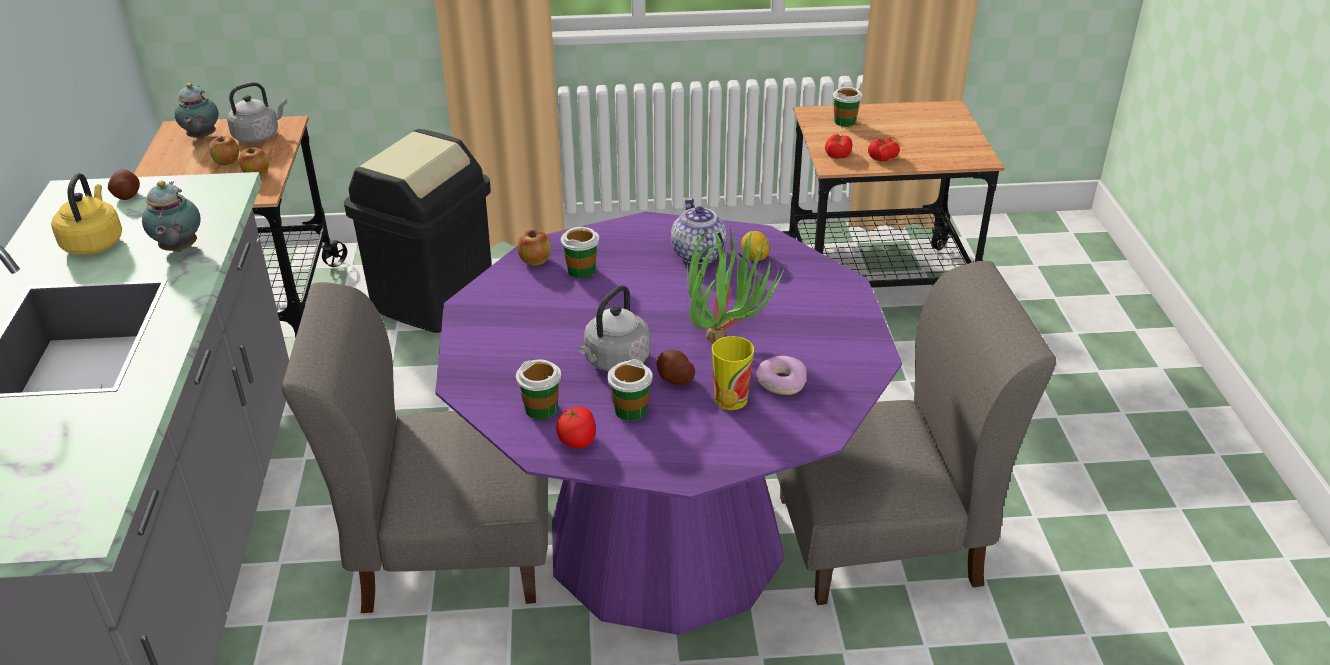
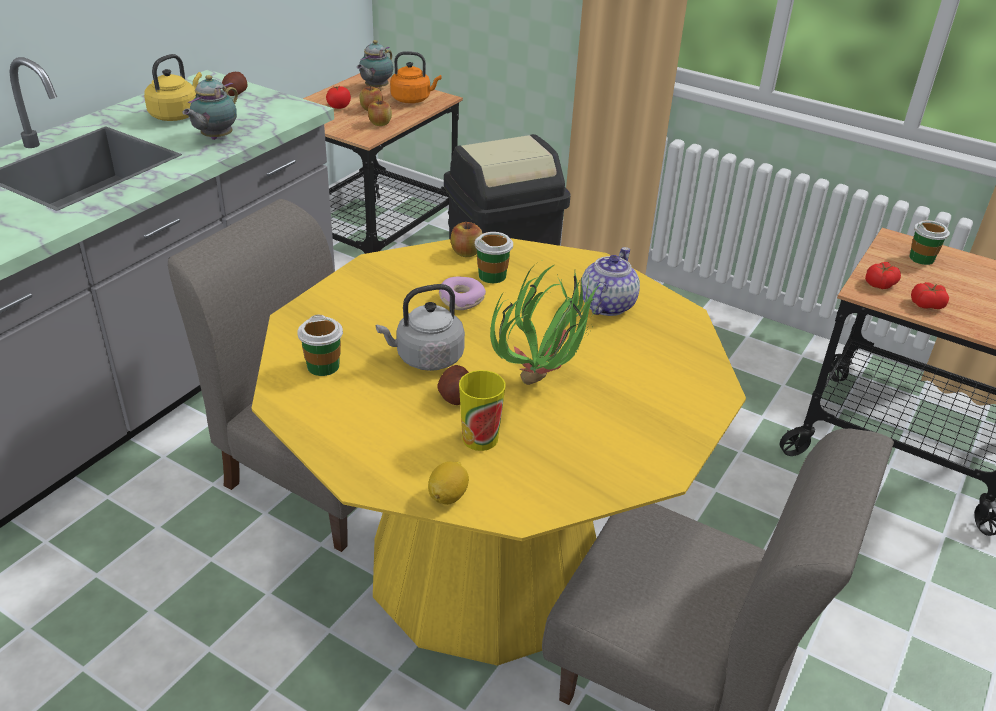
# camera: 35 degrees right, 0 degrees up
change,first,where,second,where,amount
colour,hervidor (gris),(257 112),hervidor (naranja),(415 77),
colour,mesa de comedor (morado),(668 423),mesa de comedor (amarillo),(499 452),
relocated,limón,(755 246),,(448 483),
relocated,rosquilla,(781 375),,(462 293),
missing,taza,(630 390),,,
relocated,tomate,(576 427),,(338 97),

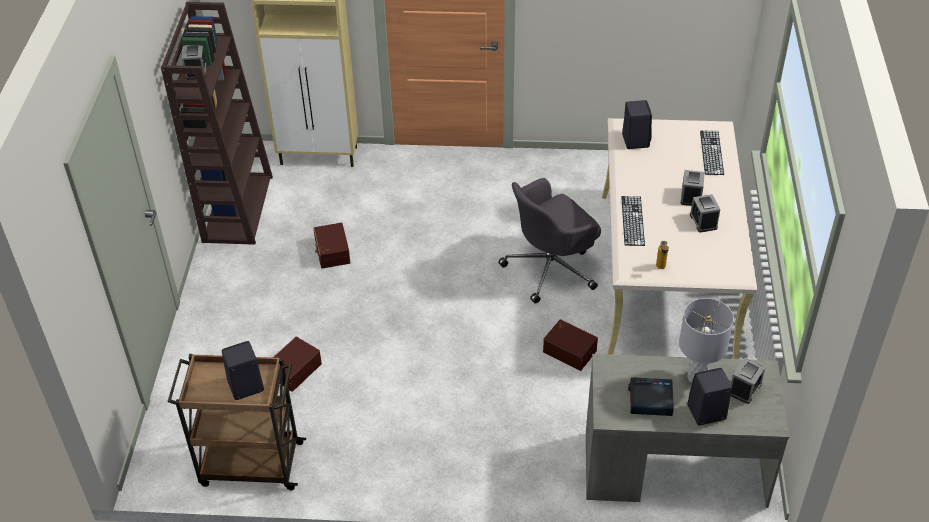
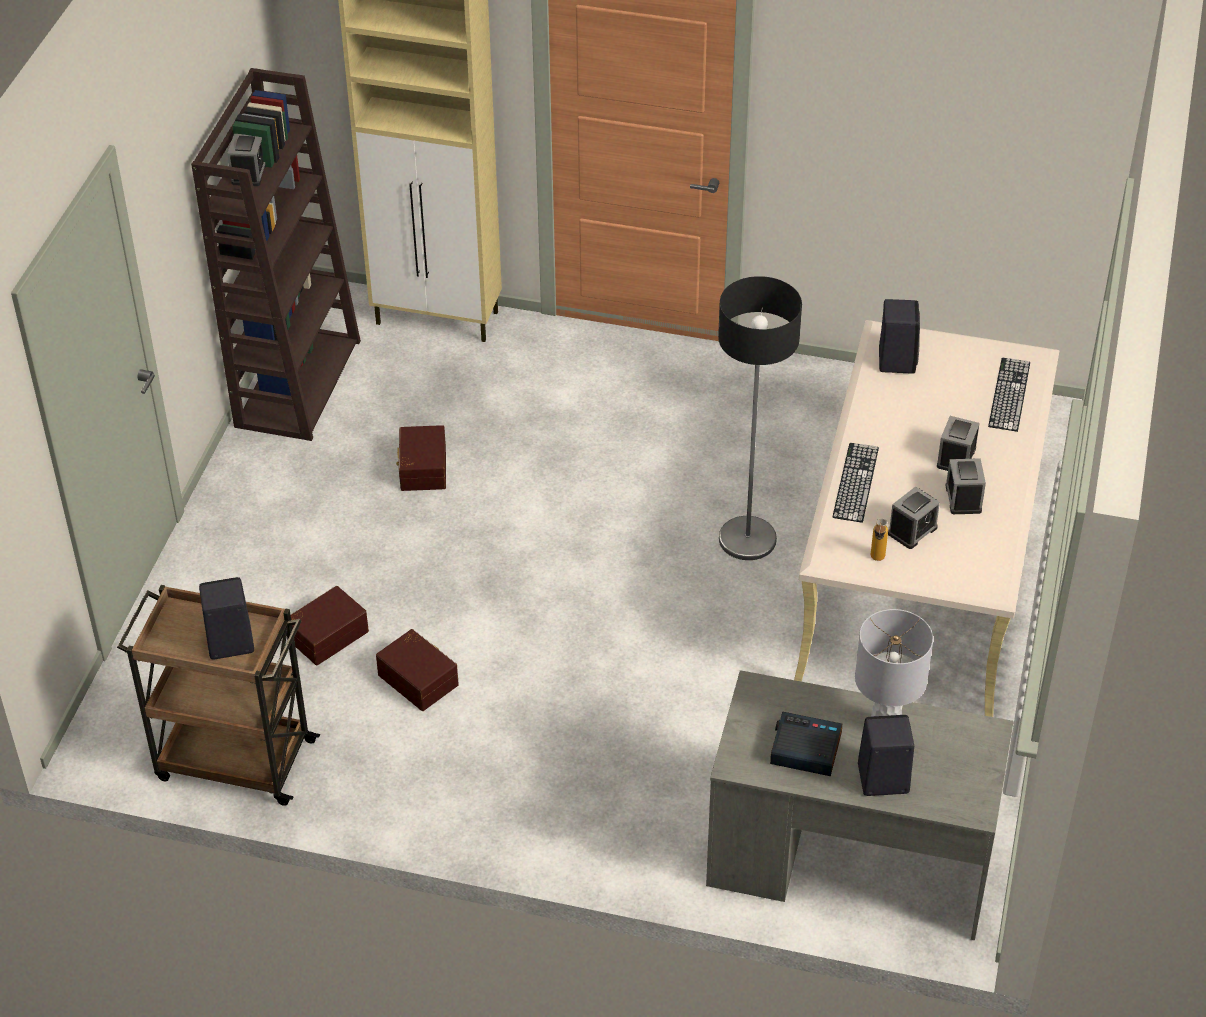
# camera: 10 degrees right, 0 degrees up
change,first,where,second,where,amount
exchanged,silla de oficina (gris),(549 241),lámpara de pie,(760 418),
relocated,caja de almacenaje (marrón),(570 345),,(417 670),
relocated,despertador,(748 381),,(914 518),

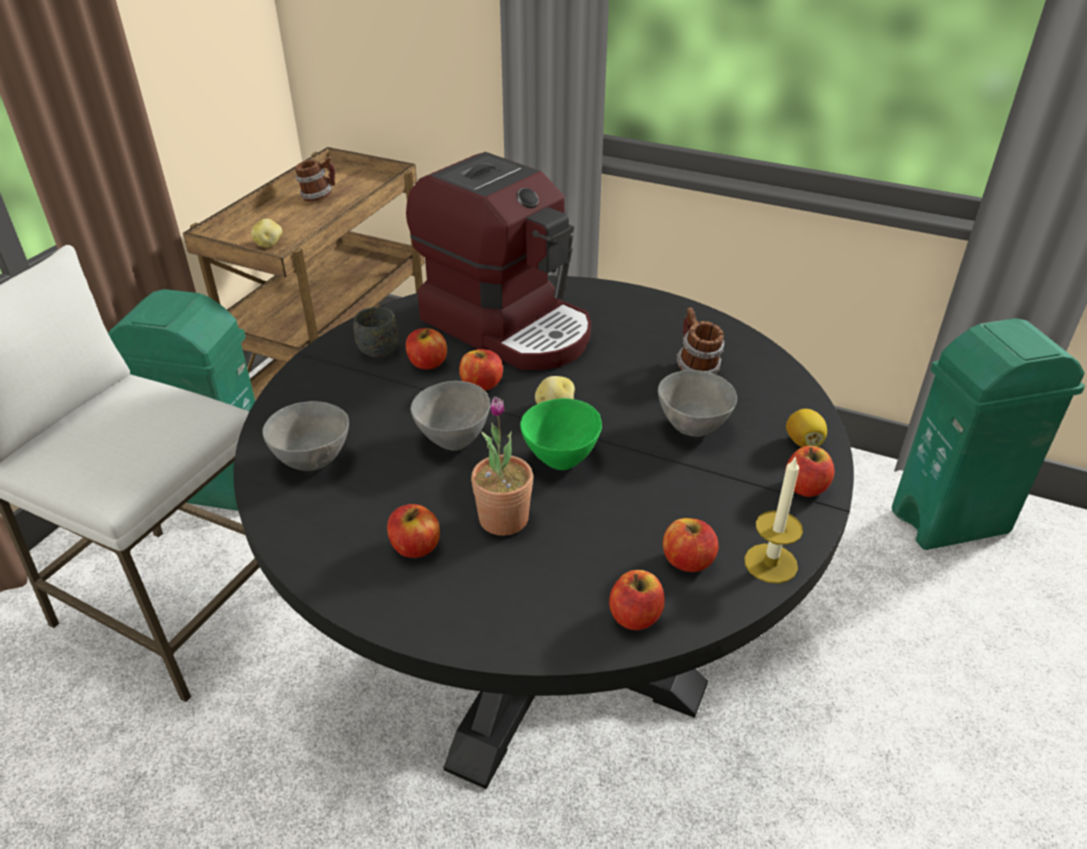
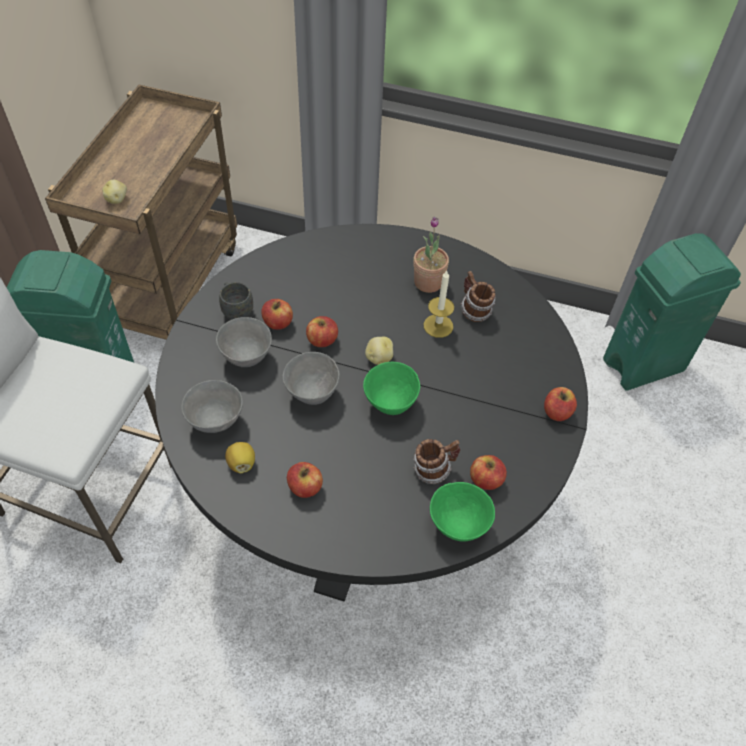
# camera: 10 degrees left, 15 degrees up
change,first,where,second,where,amount
missing,cafetera,(498 261),,,
relocated,taza grande,(315 179),,(436 461),
relocated,cuenco (gris),(697 403),,(244 342),
relocated,planta en maceta,(502 466),,(431 254),
relocated,limón,(806 428),,(240 457),
relocated,vela,(773 519),,(439 304),
exchanged,manzana,(637 600),cuenco (verde),(462 512),

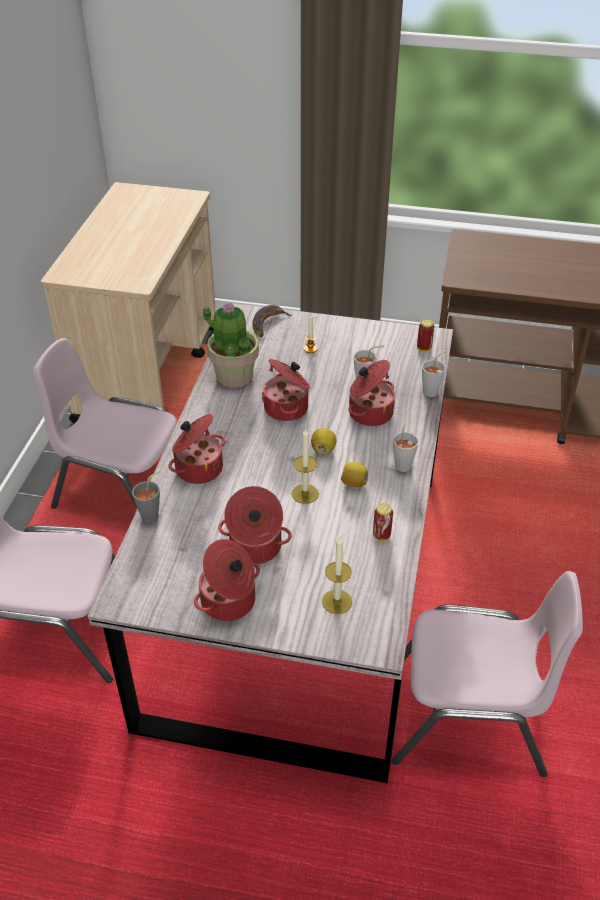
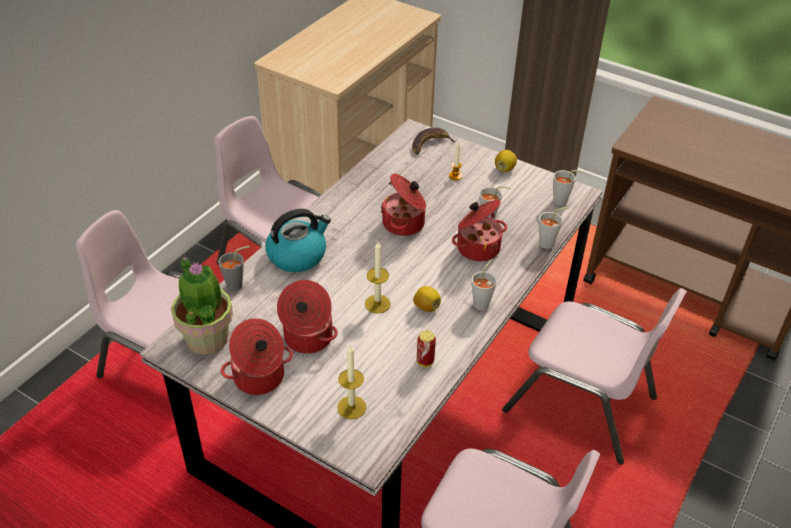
# camera: 20 degrees right, 0 degrees up
change,first,where,second,where,amount
relocated,planta en maceta,(231 345),,(202 306),
exchanged,lata,(425 335),taza (gris),(569 188),
exchanged,olla,(197 449),hervidor,(298 240),
relocated,limón,(324 441),,(506 161),
appeared,,,silla (rosa),(594 376),

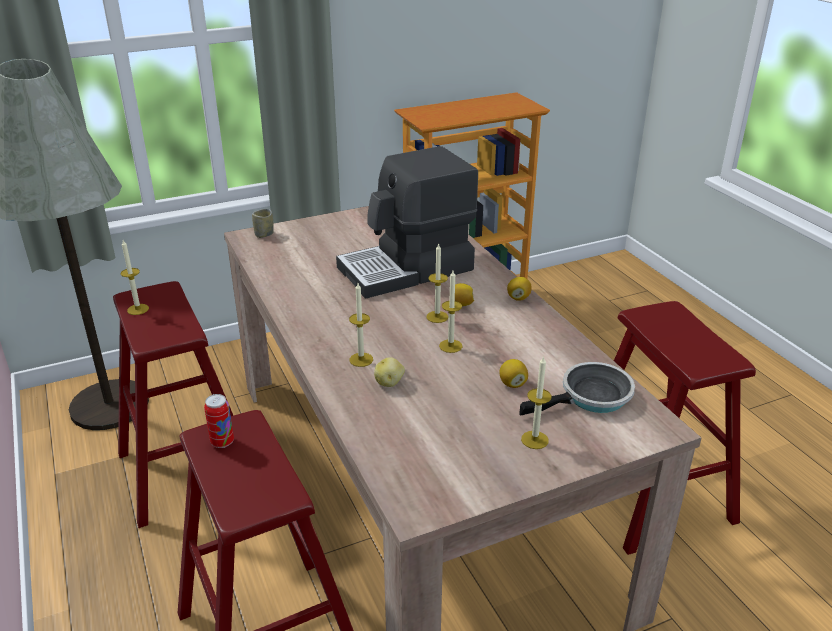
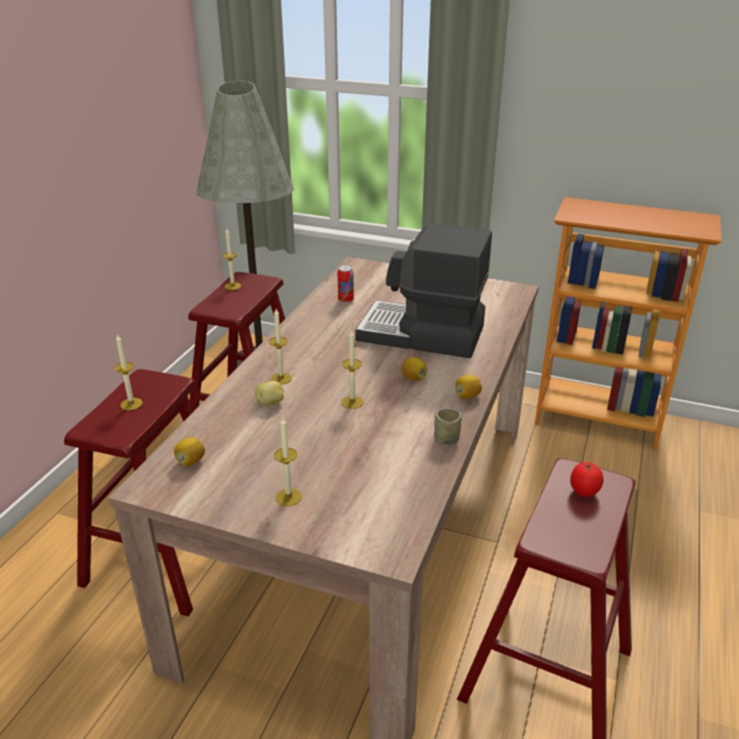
# camera: 45 degrees right, 0 degrees up
change,first,where,second,where,amount
relocated,taza,(263 223),,(448 427),
relocated,vela,(437 283),,(128 372),
relocated,limón,(513 373),,(189 452),
missing,sartén,(577 389),,,
relocated,lata,(219 421),,(346 284),
appeared,,,tomate,(587 479),

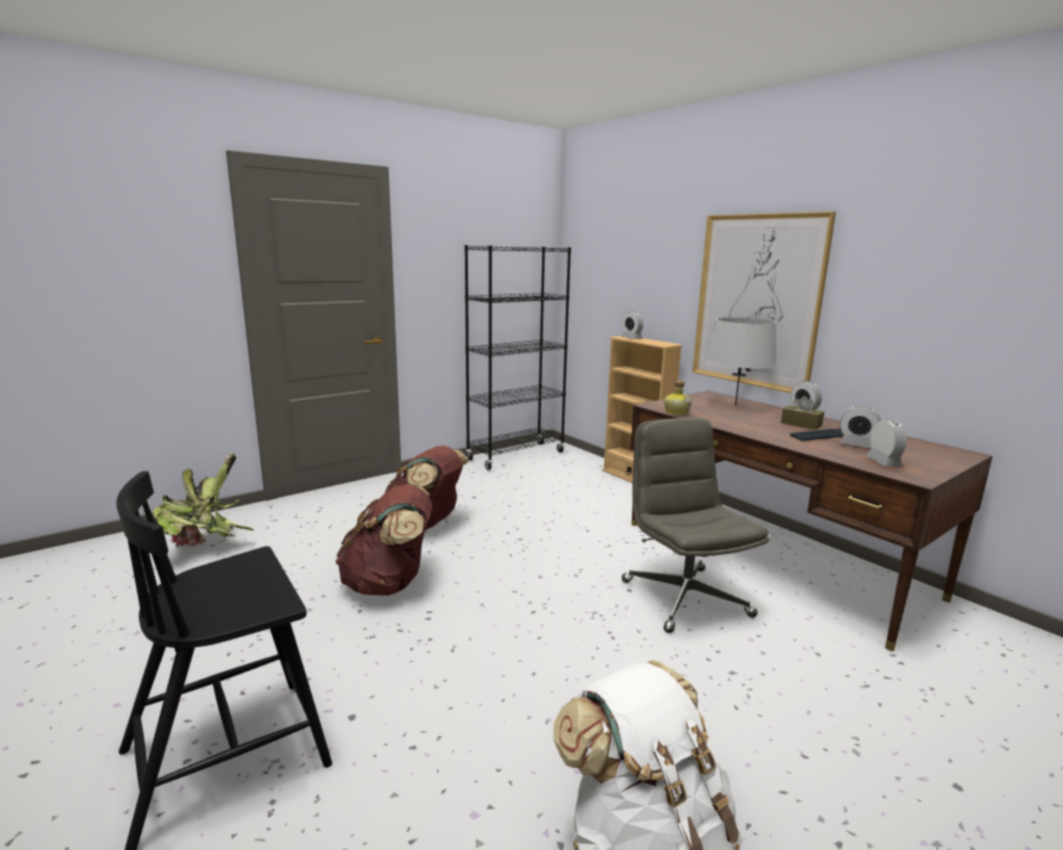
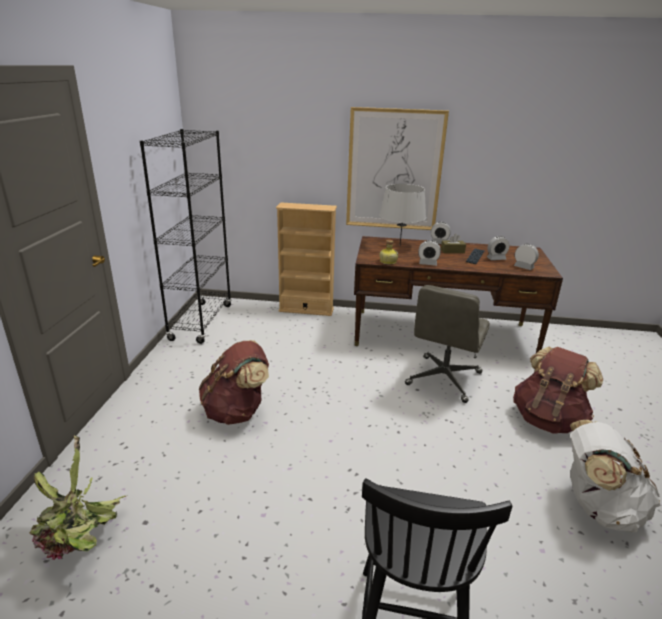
# camera: 45 degrees left, 10 degrees up
change,first,where,second,where,amount
relocated,despertador,(632 325),,(429 253),
spun,silla de oficina (gris),(695 525),,(447 344),90 degrees counterclockwise
relocated,mochila (marrón),(383 540),,(558 390),

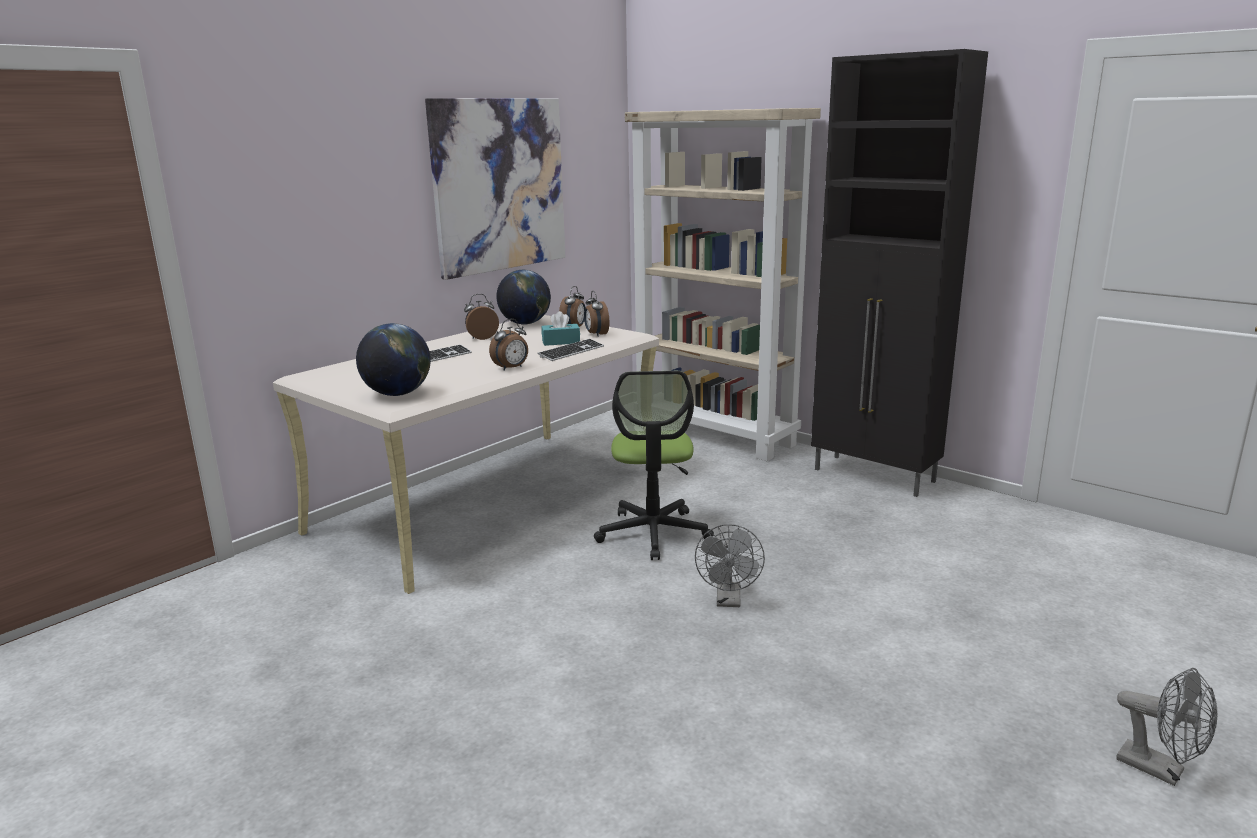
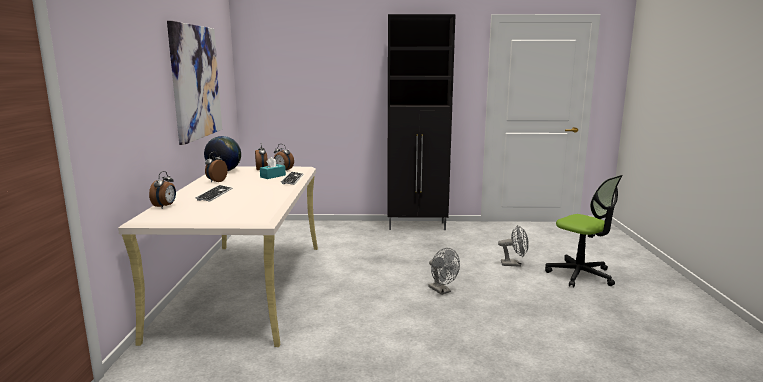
# camera: 40 degrees left, 5 degrees down
change,first,where,second,where,amount
missing,estantería (beis),(723 284),,,
relocated,despertador,(508 345),,(162 189),
missing,globo terráqueo,(393 359),,,
relocated,silla de oficina,(654 465),,(584 231),
relocated,ventilador (gris),(1166 727),,(513 246),

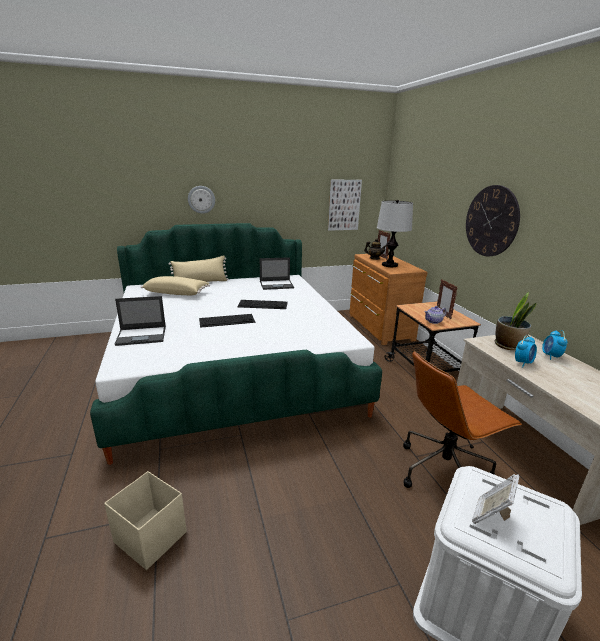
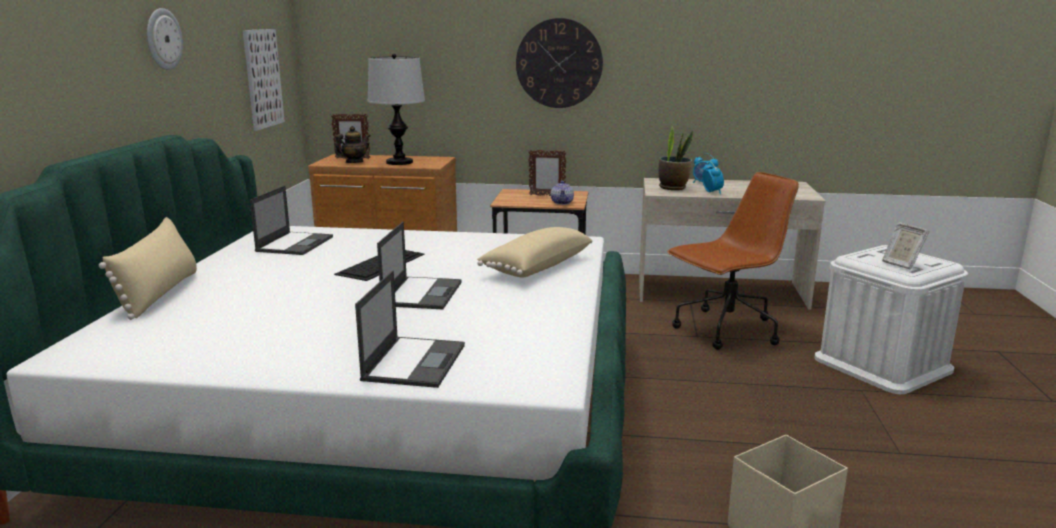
# camera: 65 degrees left, 5 degrees down
change,first,where,second,where,amount
relocated,reloj de pared,(201 200),,(165 39),
relocated,cojín (beis),(175 285),,(534 252),
exchanged,teclado,(227 321),portátil,(419 266),
spun,silla de oficina (marrón),(462 419),,(733 261),120 degrees counterclockwise

